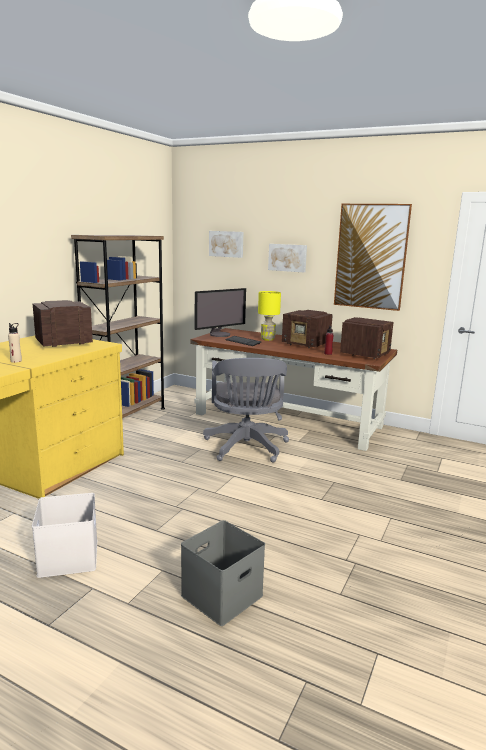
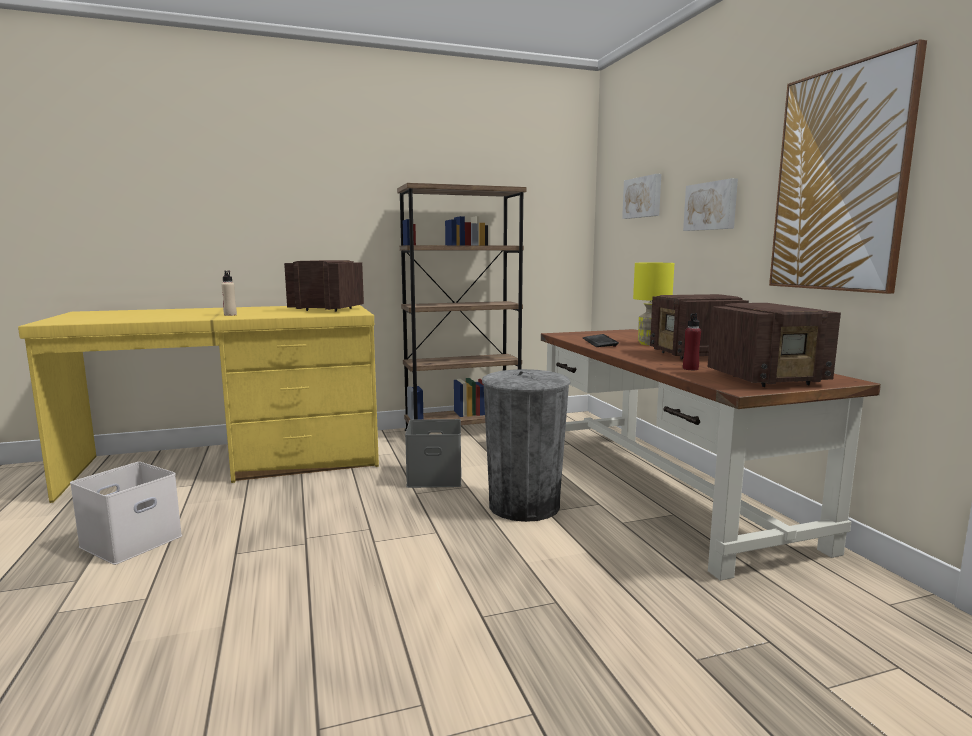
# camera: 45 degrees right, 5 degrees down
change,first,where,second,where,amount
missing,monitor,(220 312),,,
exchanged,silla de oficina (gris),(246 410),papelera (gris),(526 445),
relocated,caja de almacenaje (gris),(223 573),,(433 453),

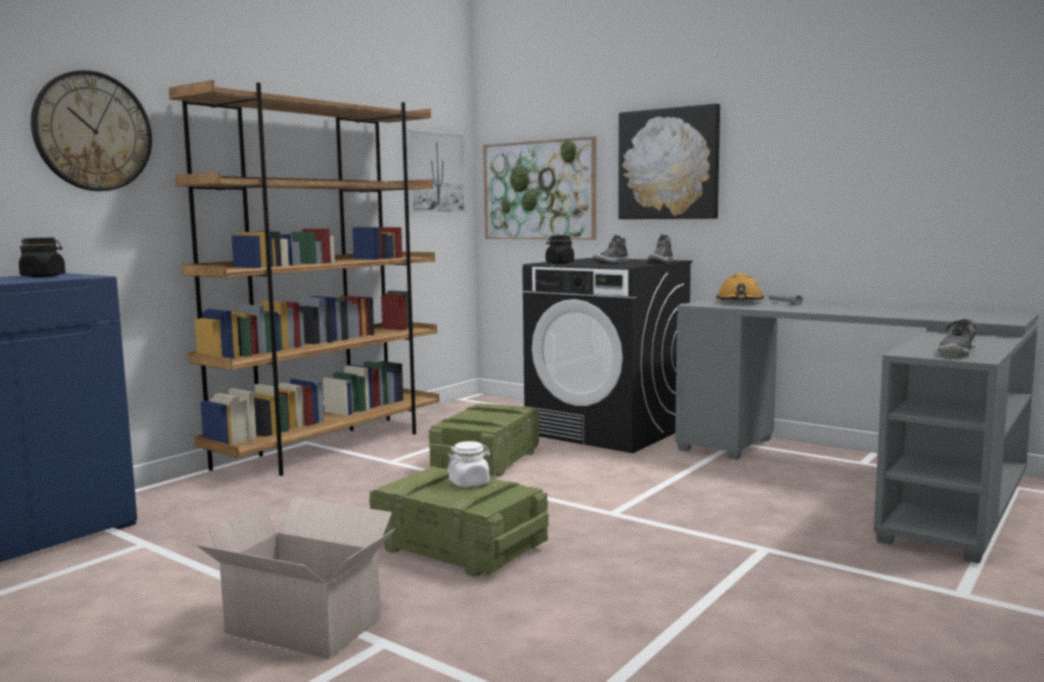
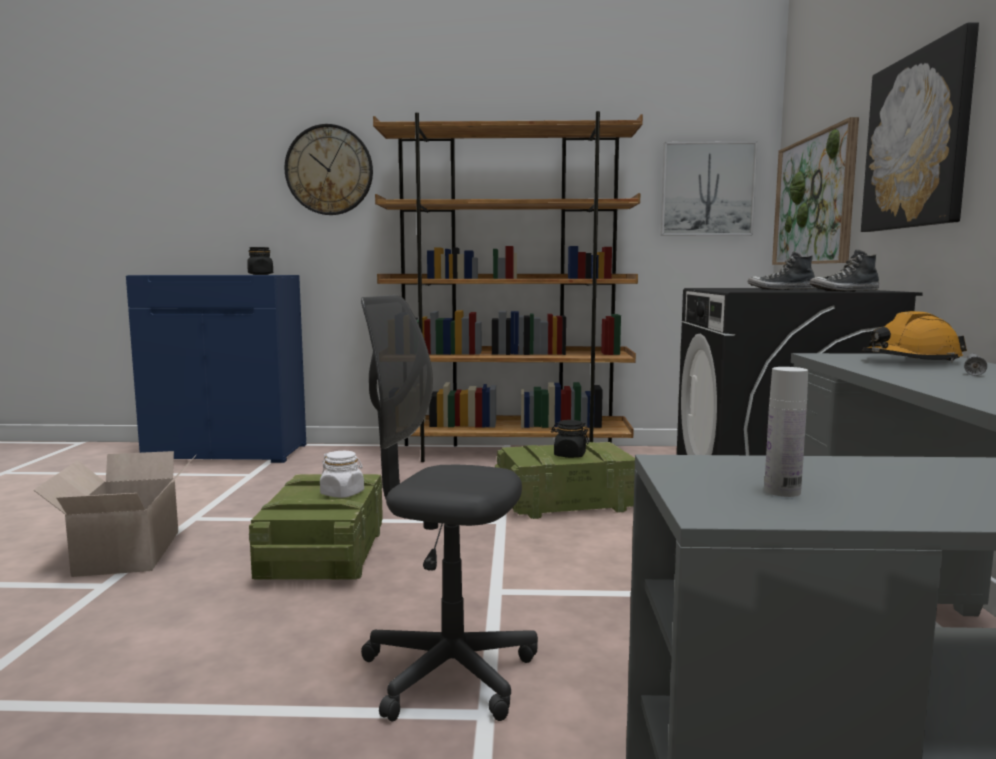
# camera: 55 degrees right, 0 degrees up
change,first,where,second,where,amount
relocated,tarro (negro),(560 249),,(570 439),
exchanged,zapato,(957 337),botella (blanco),(786 432),
appeared,,,silla de oficina (gris),(449 508),

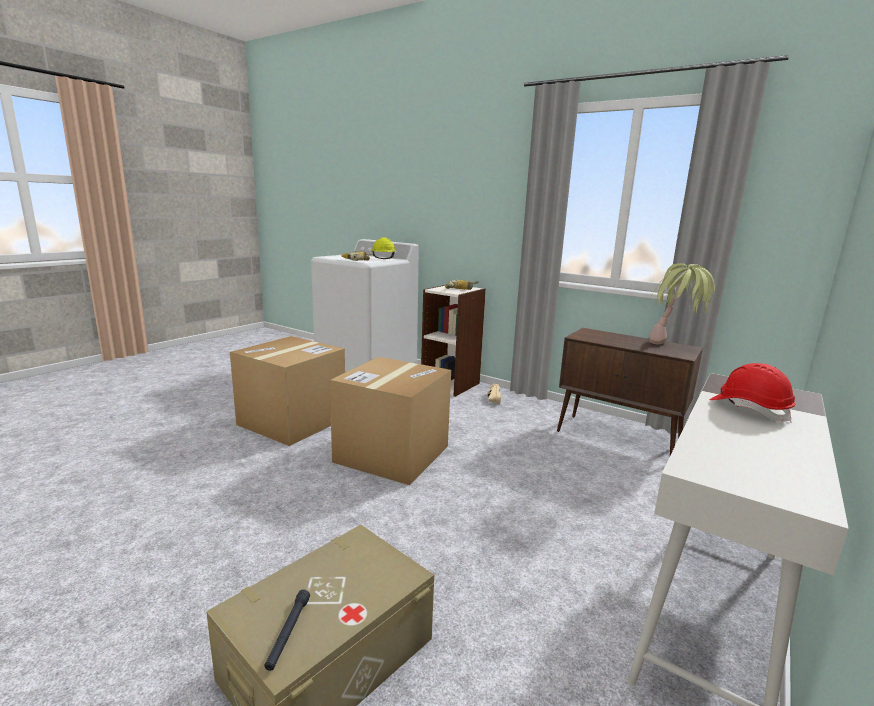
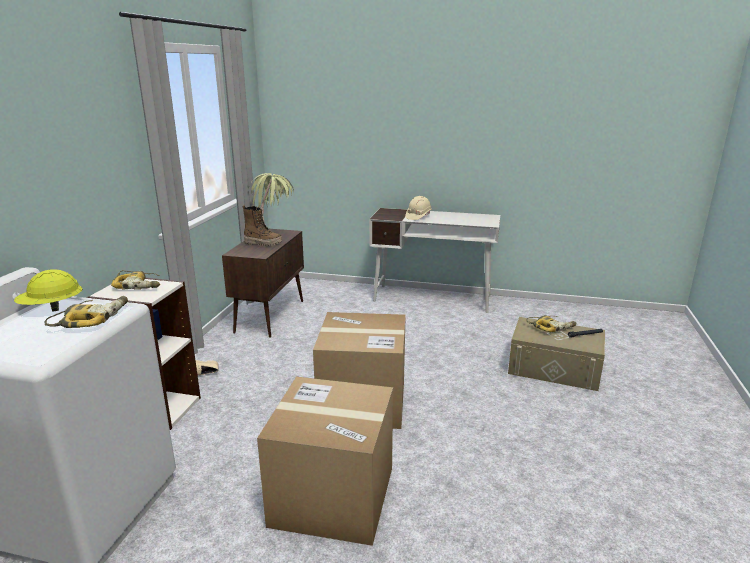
# camera: 110 degrees left, 5 degrees up
change,first,where,second,where,amount
colour,casco (rojo),(752 392),casco (beis),(418 208),
appeared,,,bota,(262 225),
appeared,,,taladro,(551 323),

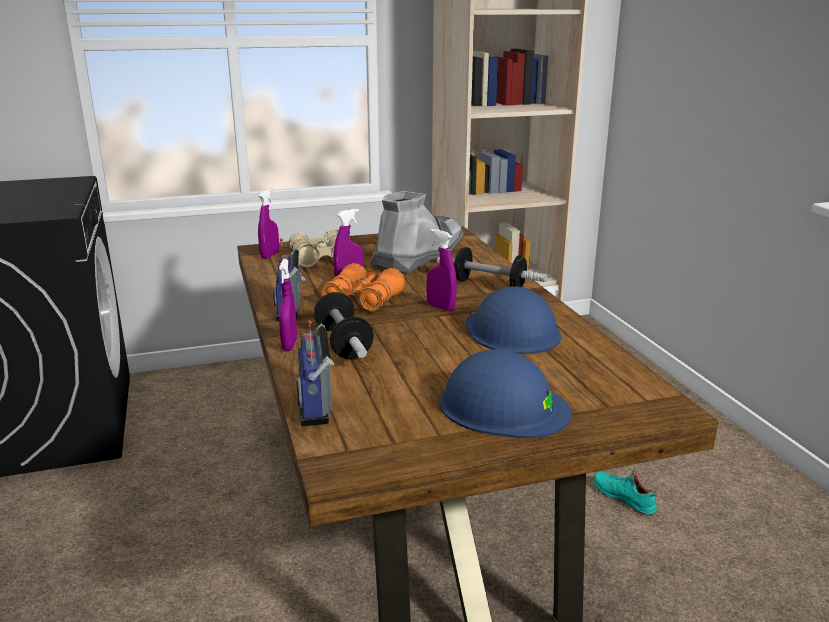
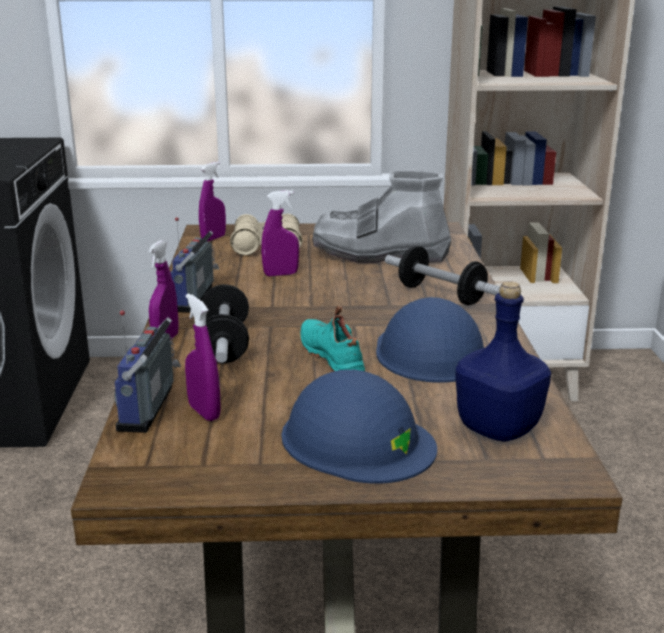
# camera: 15 degrees right, 0 degrees up
change,first,where,second,where,amount
spun,bota (gris),(417 232),,(381 216),135 degrees counterclockwise
relocated,pulverizador (morado),(441 270),,(203 357),
missing,prismáticos (naranja),(363 287),,,
relocated,zapato (turquesa),(625 492),,(332 339),
appeared,,,botella (azul),(503 361),

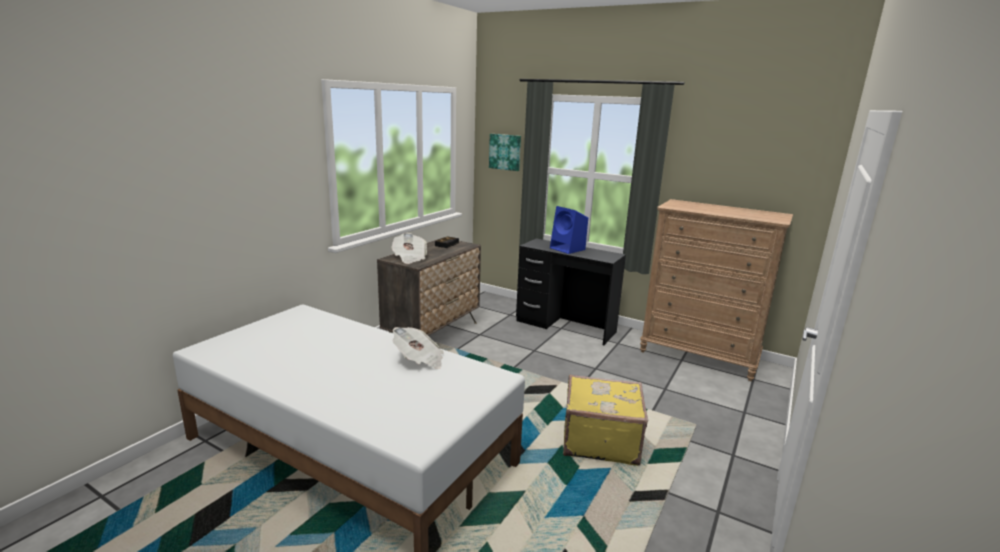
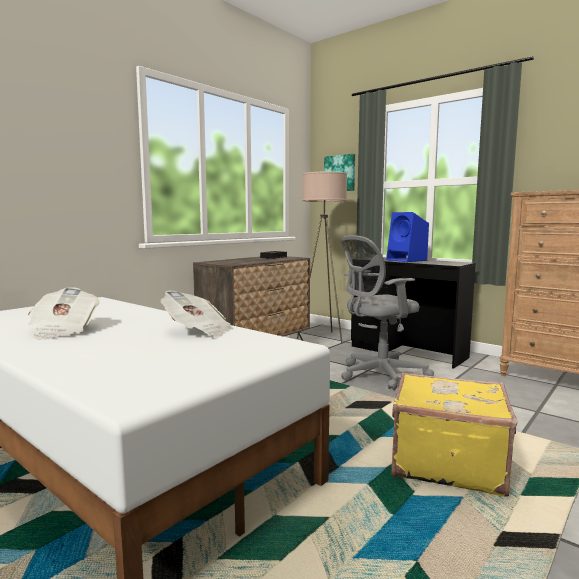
# camera: 10 degrees right, 10 degrees down
change,first,where,second,where,amount
relocated,periódico,(409 248),,(64 313),
appeared,,,lámpara de pie (beis),(322 257),
appeared,,,silla de oficina (gris),(387 312),

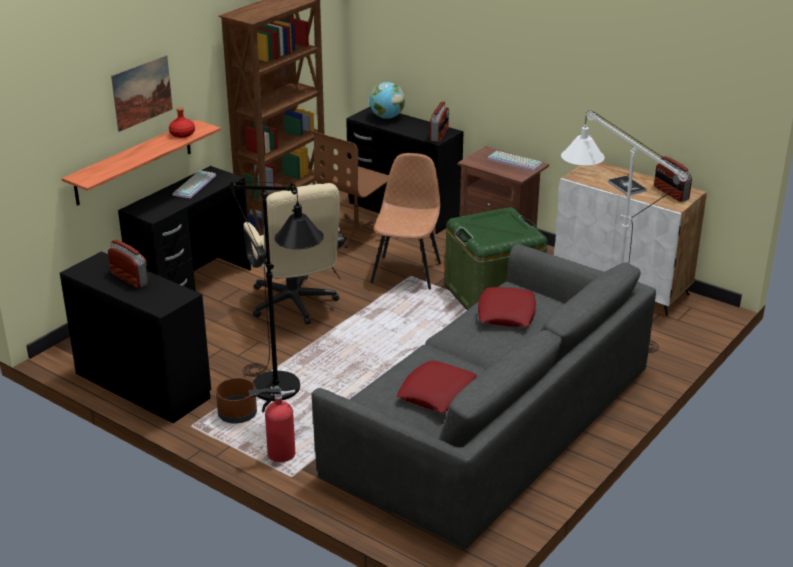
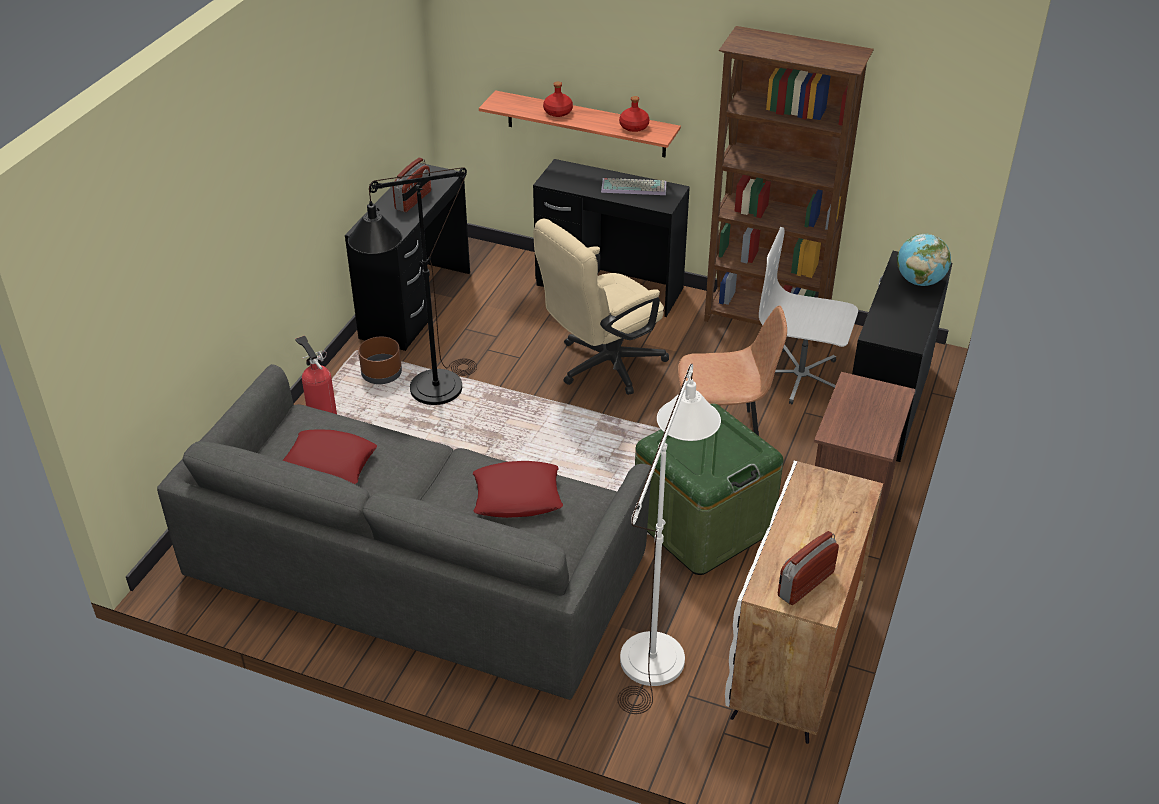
# camera: 75 degrees right, 10 degrees up
change,first,where,second,where,amount
missing,cuadro,(142 93),,,
missing,radio,(439 121),,,
colour,silla de oficina (marrón),(351 190),silla de oficina (blanco),(808 315),
missing,teclado,(515 161),,,
missing,libro,(627 185),,,
appeared,,,botella (rojo),(558 99),

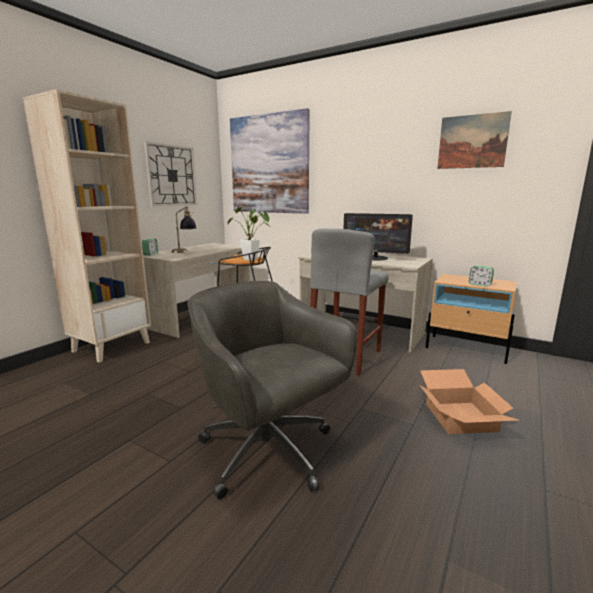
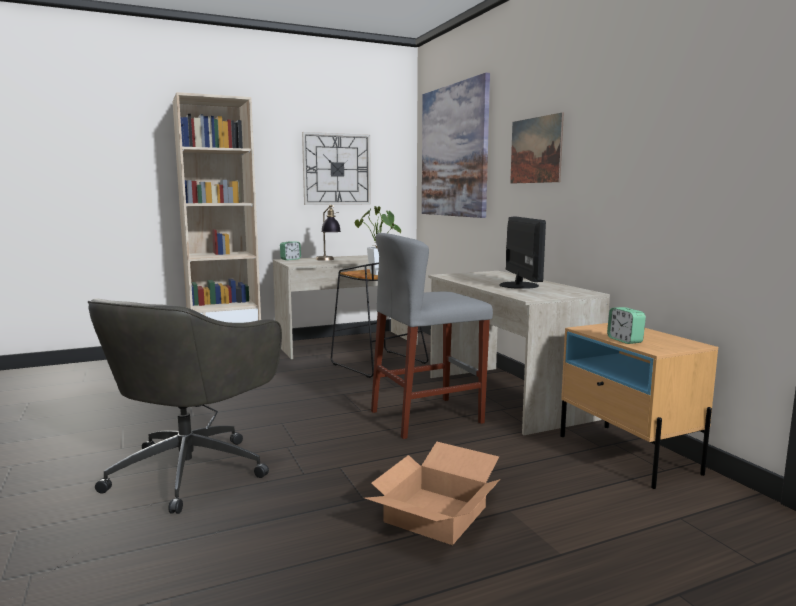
# camera: 35 degrees right, 5 degrees down
change,first,where,second,where,amount
relocated,cuadro,(474 140),,(537 148),
spun,monitor,(378 236),,(522 252),150 degrees counterclockwise
spun,silla de oficina (gris),(272 390),,(185 406),150 degrees counterclockwise

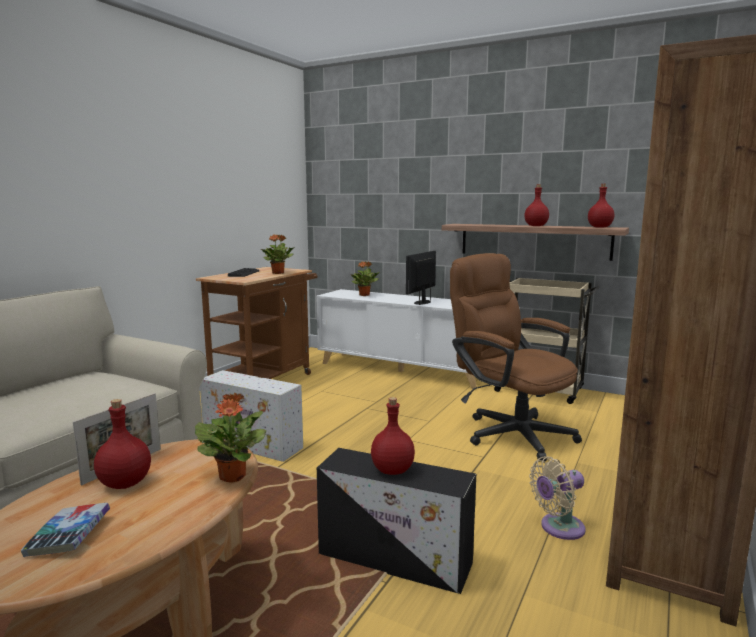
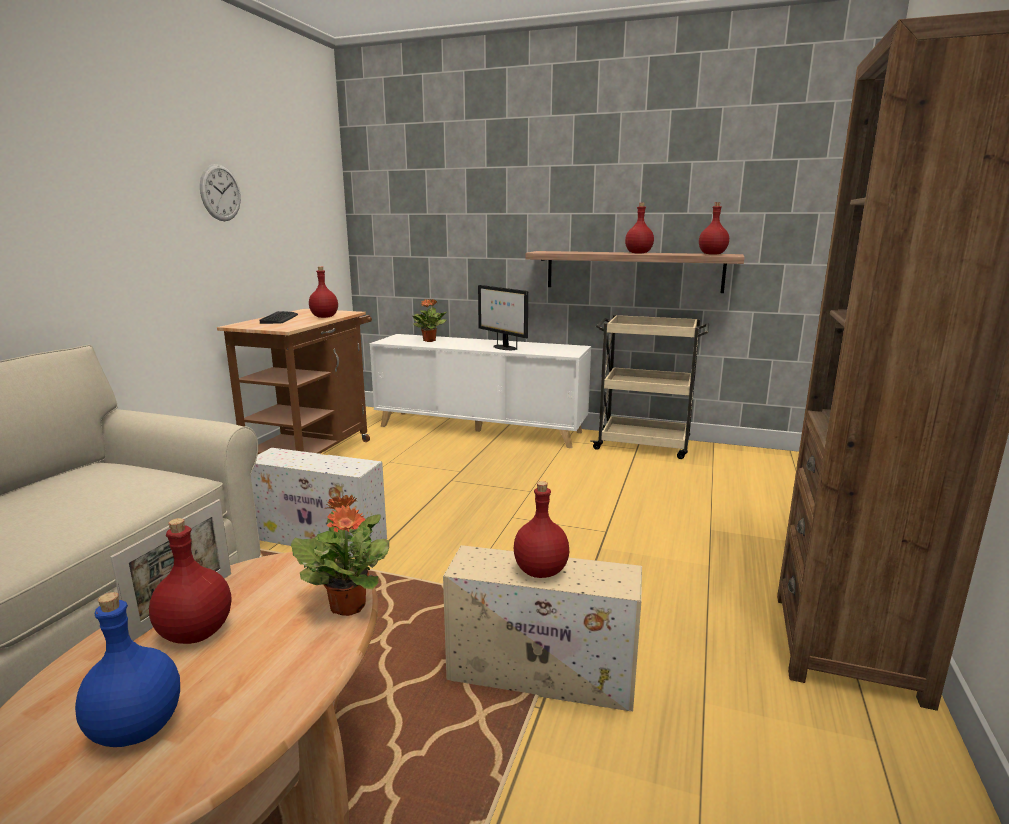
# camera: 10 degrees left, 5 degrees up
change,first,where,second,where,amount
exchanged,planta en maceta,(278 254),botella (rojo),(323 292),
spun,monitor,(421 278),,(503 317),60 degrees counterclockwise
missing,silla de oficina (marrón),(516 357),,,
colour,caja de almacenaje (negro),(396 521),caja de almacenaje (beis),(542 628),
missing,ventilador (beis),(557 498),,,
exchanged,libro,(65 530),botella (azul),(127 669),
appeared,,,reloj de pared,(220 192),

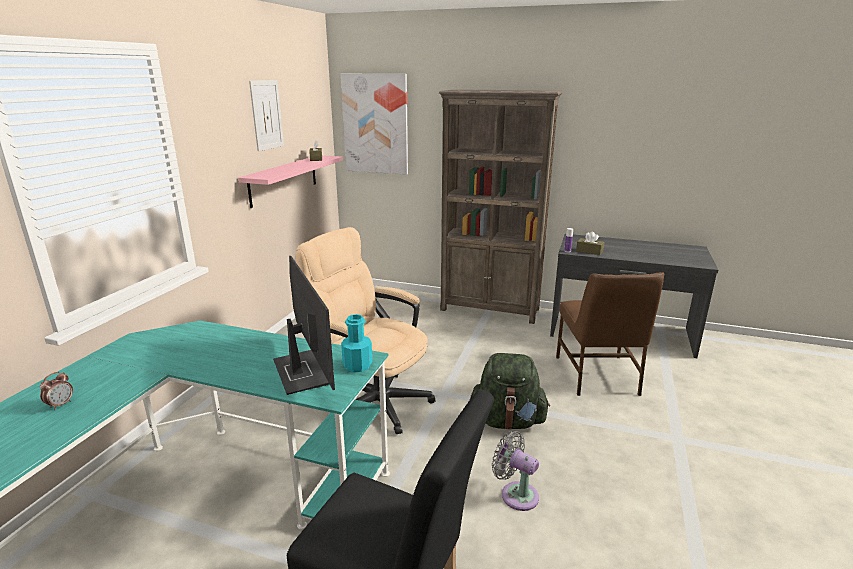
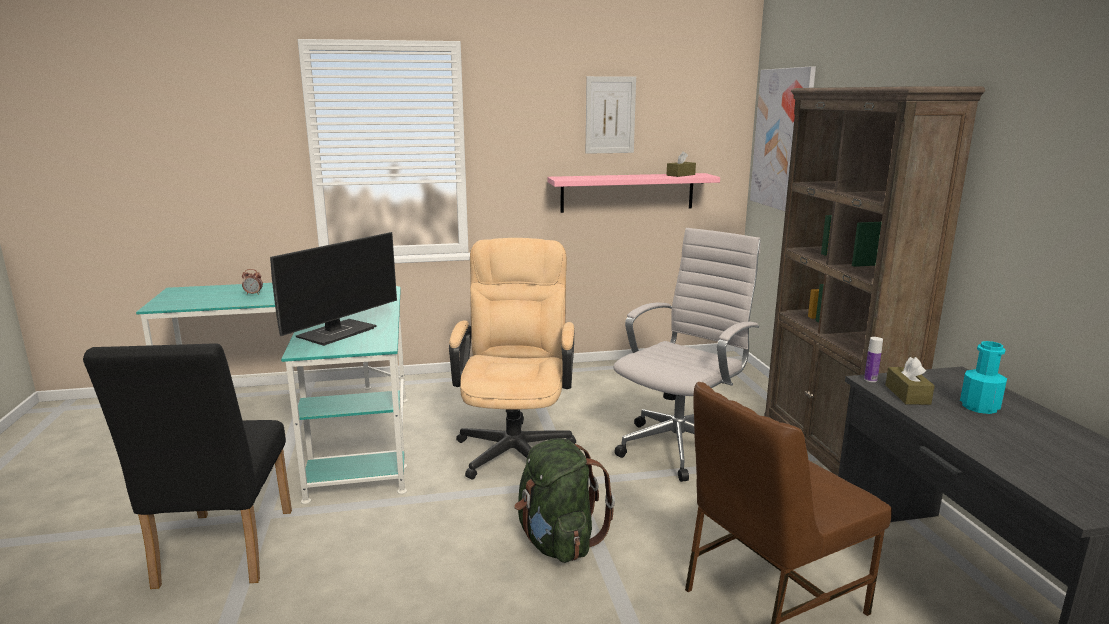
# camera: 60 degrees right, 5 degrees down
change,first,where,second,where,amount
relocated,botella (turquesa),(356 343),,(983 377),
missing,ventilador (gris),(515 471),,,
appeared,,,silla de oficina (blanco),(687 355),

